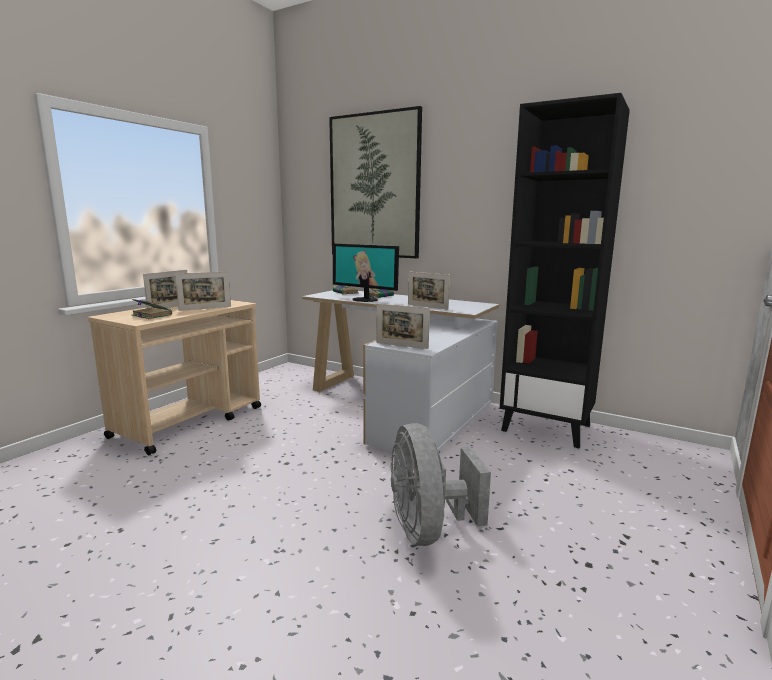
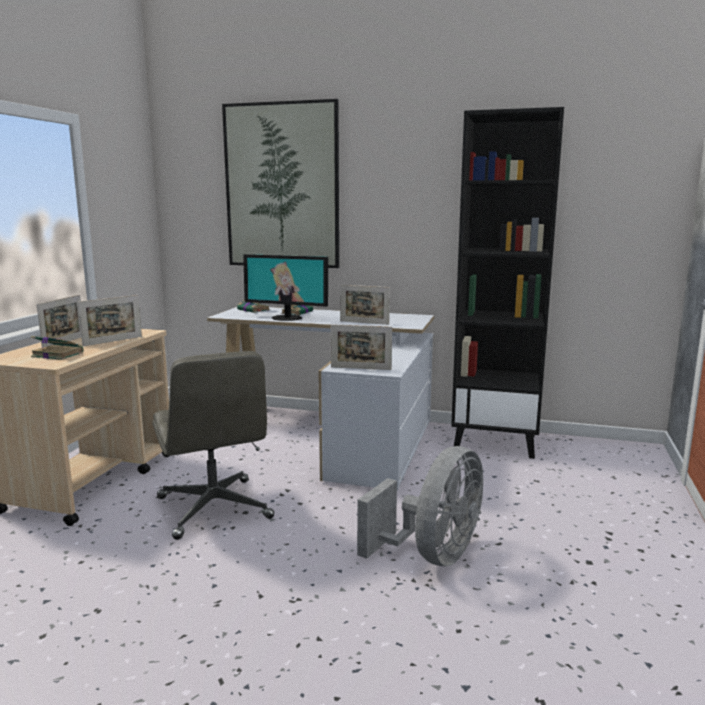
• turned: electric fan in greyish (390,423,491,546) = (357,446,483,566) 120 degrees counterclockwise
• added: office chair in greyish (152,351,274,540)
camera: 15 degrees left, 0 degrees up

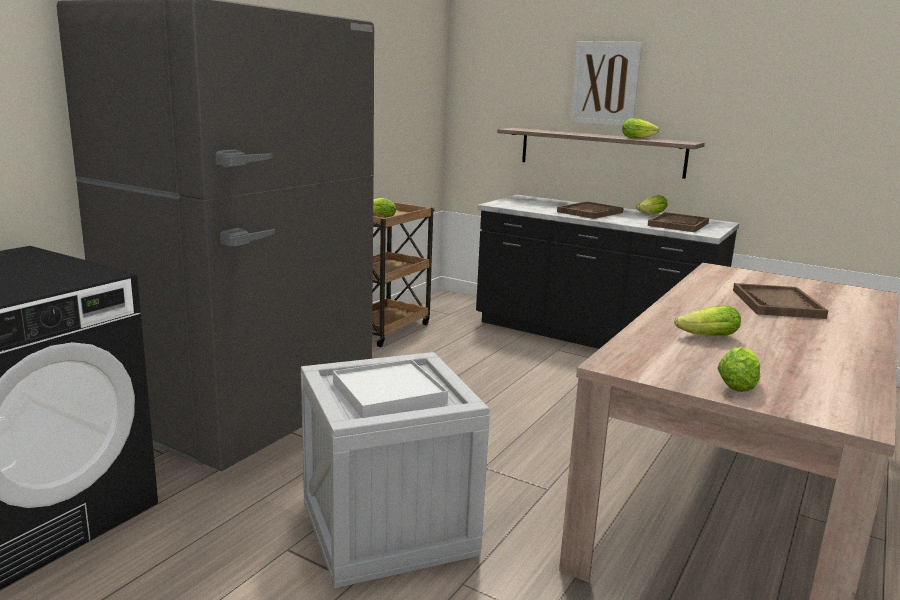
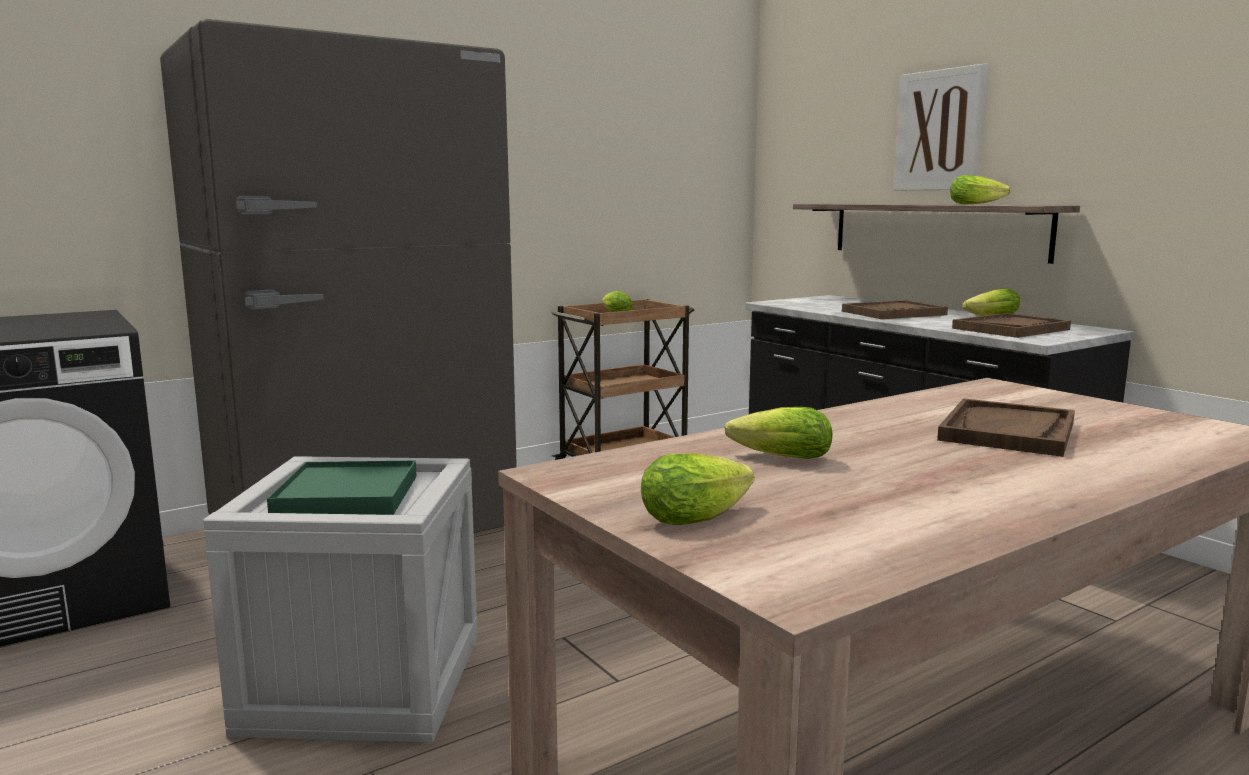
• recoloured: serving tray in white-coloured (333,359,448,418) to serving tray in greenish (267,461,417,515)
camera: 25 degrees right, 5 degrees down

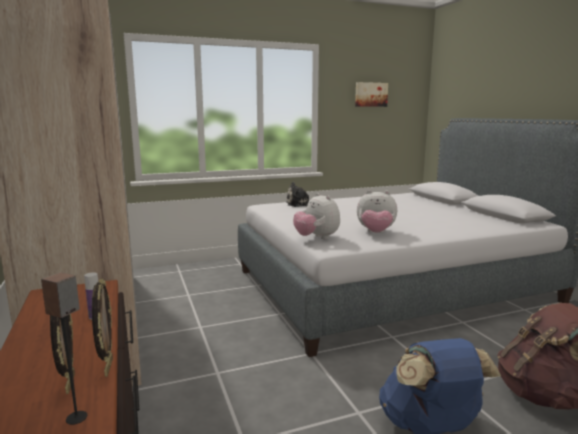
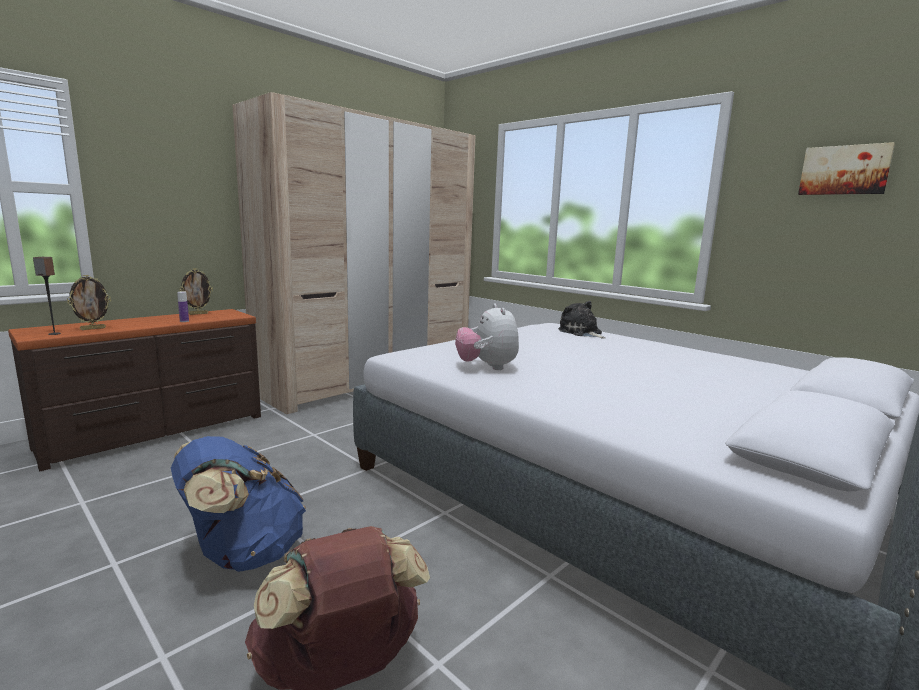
• removed: soft toy (293,193,340,240)
• moved: photo frame (92,278,113,377) to (180,268,213,315)
camera: 65 degrees right, 0 degrees up

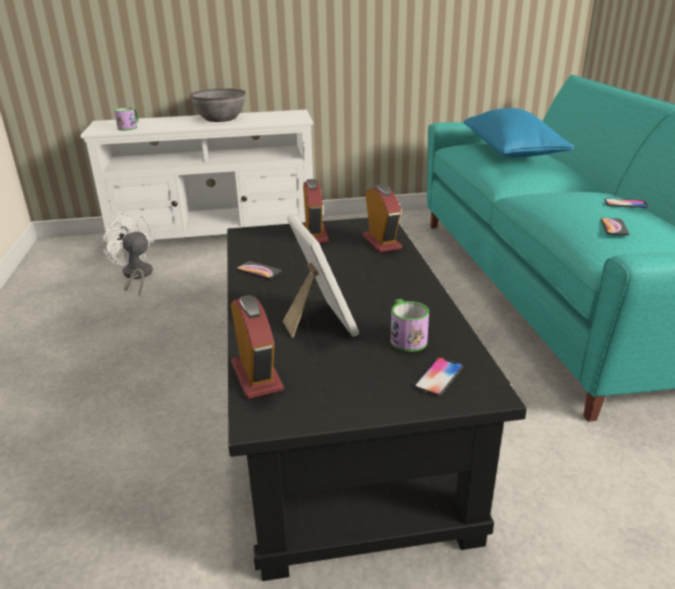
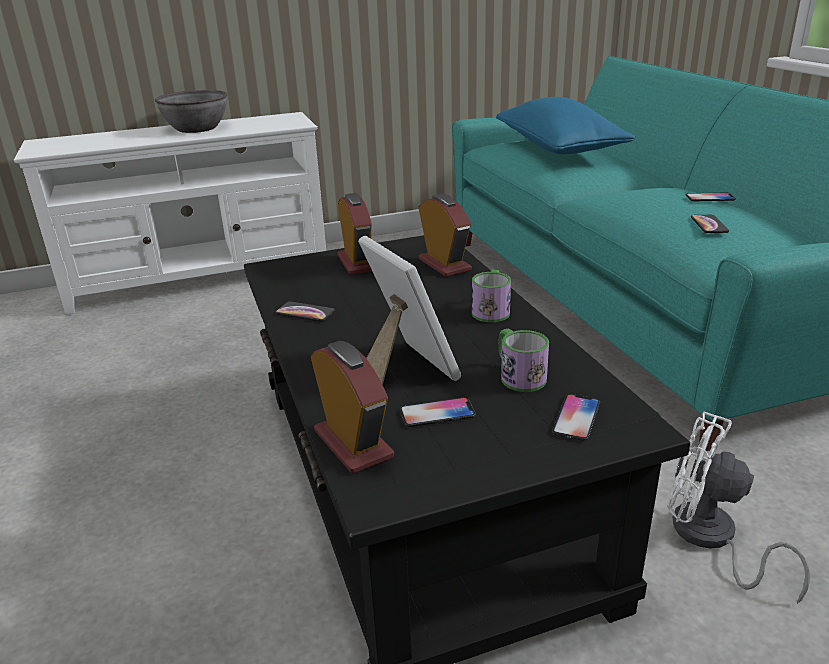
• moved: mug (114,107,139,131) to (472,270,511,322)
• moved: electric fan in white-coloured (103,212,154,297) to (668,412,810,604)
• added: phone (400,397,476,427)
camera: 10 degrees left, 0 degrees up

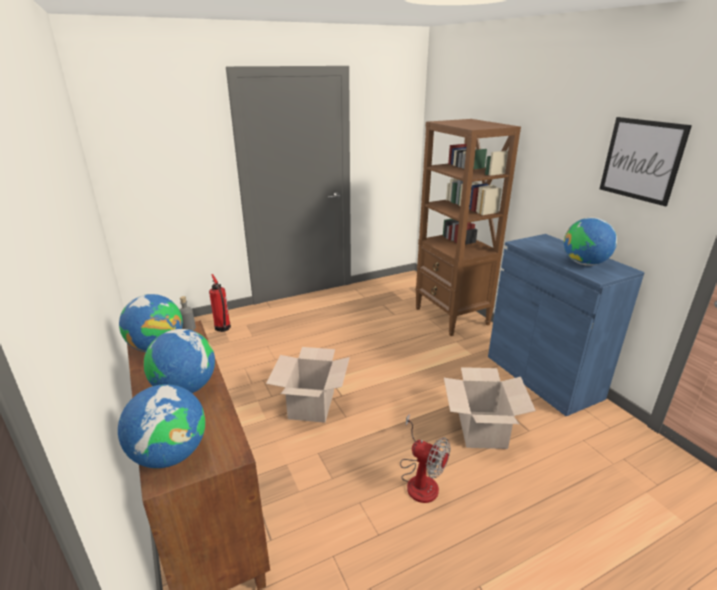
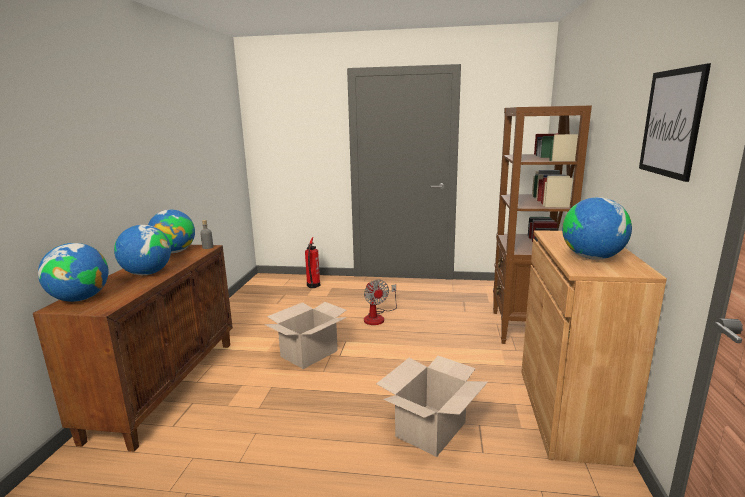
• recoloured: cabinet in blue-coloured (488,234,645,416) to cabinet in brownish (521,230,667,467)
• moved: electric fan (400,413,450,503) to (364,279,397,325)
camera: 35 degrees right, 10 degrees down

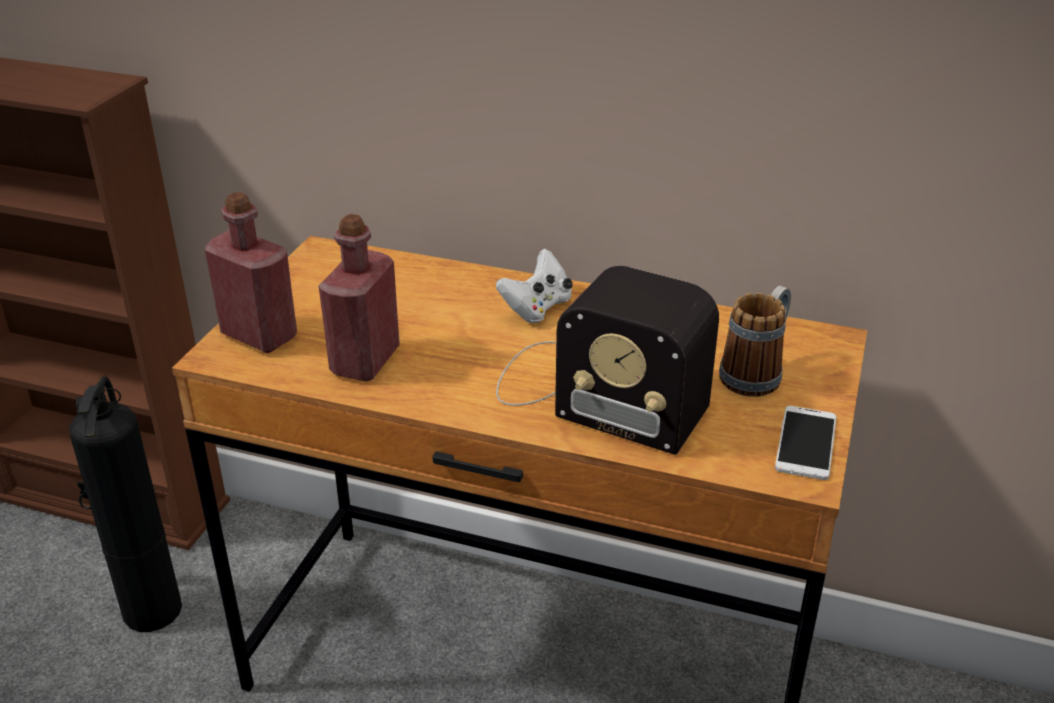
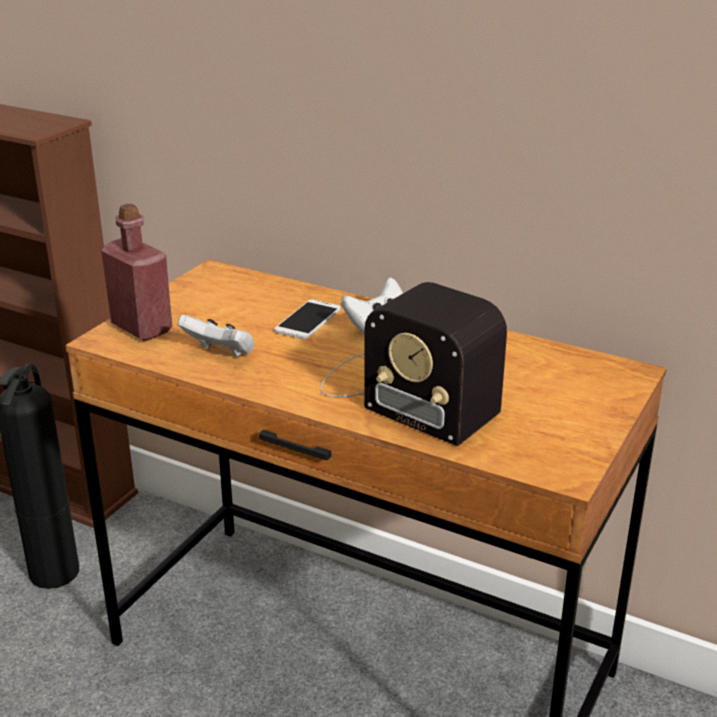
• replaced: drink bottle in red-coloured (319,214,400,381) to joypad in white-coloured (178,315,255,357)
• removed: mug (719,286,791,397)
• moved: phone (775,406,836,480) to (274,299,341,339)
camera: 10 degrees right, 5 degrees down

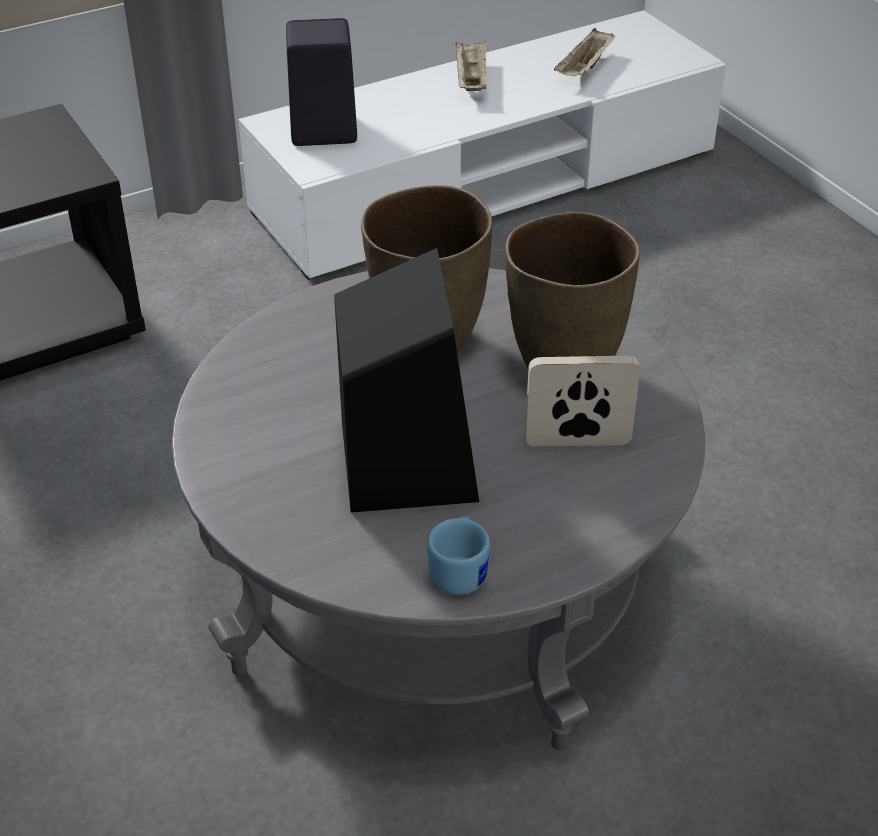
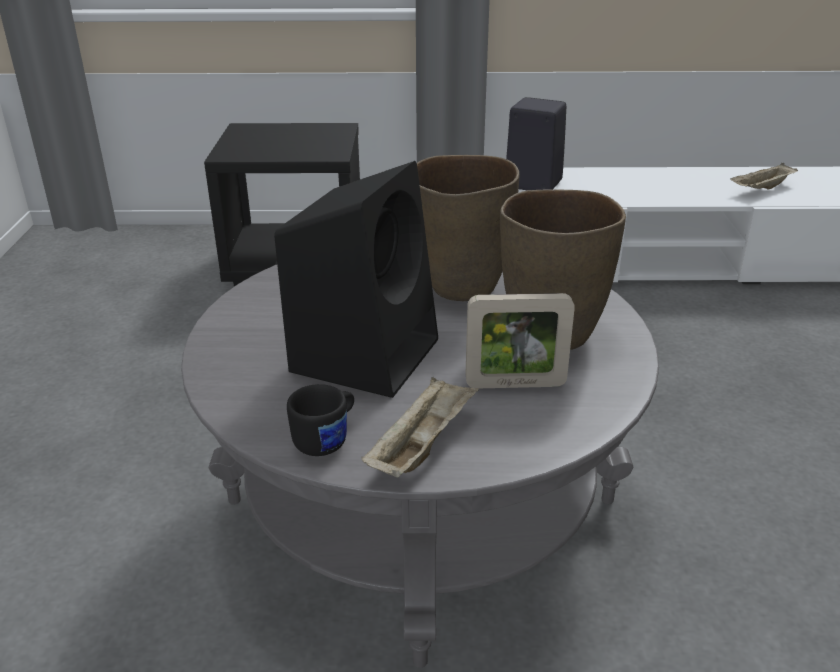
• moved: serving tray in beige-coloured (456,40,487,91) to (362,376,479,478)
• turned: photo frame (525,356,640,447) = (465,293,575,389) 150 degrees clockwise
• recoloured: mug in blue-coloured (427,516,490,595) to mug in black (287,384,354,456)
camera: 30 degrees right, 10 degrees down

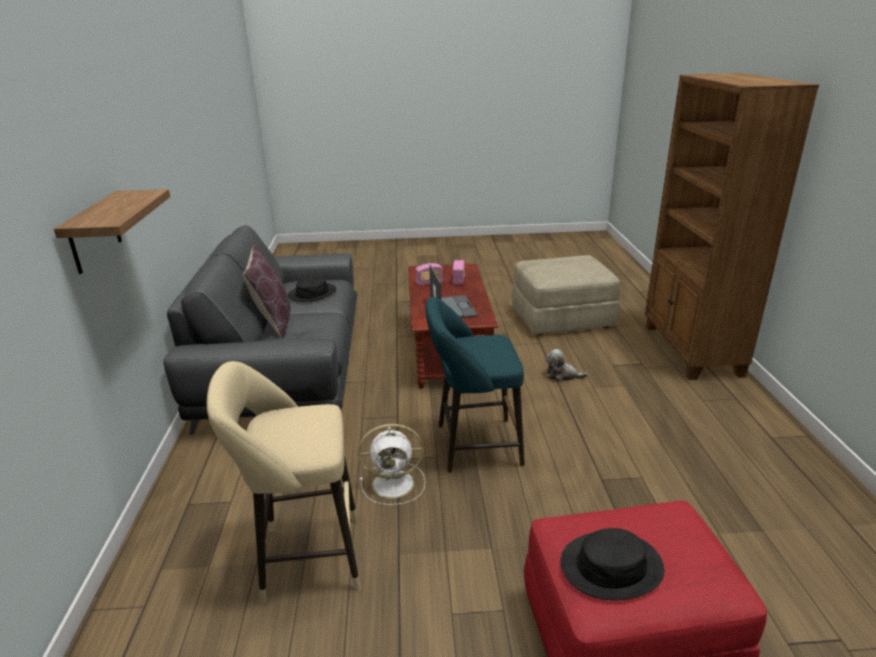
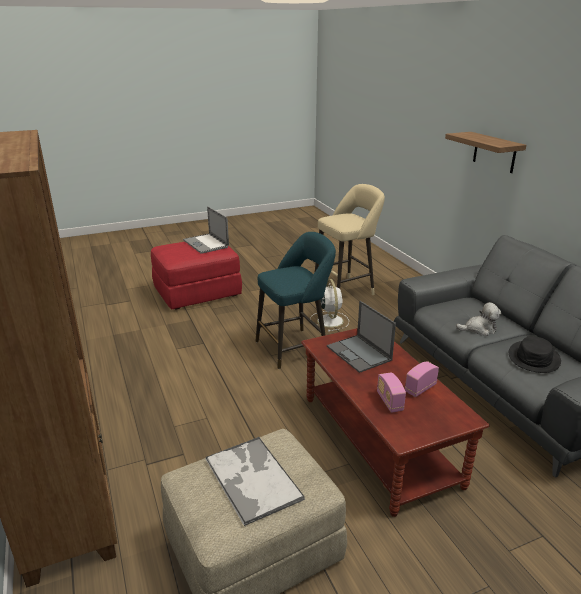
• removed: throw pillow in brownish (243,245,291,339)
• moved: soft toy (545,349,588,382) to (456,302,502,336)
• turned: electric fan in white-coloured (358,424,425,505) = (310,279,349,332) 105 degrees clockwise
• replaced: hat in black (561,528,664,600) to laptop (183,206,229,254)
• added: serving tray (205,437,305,526)
camera: 160 degrees right, 0 degrees up

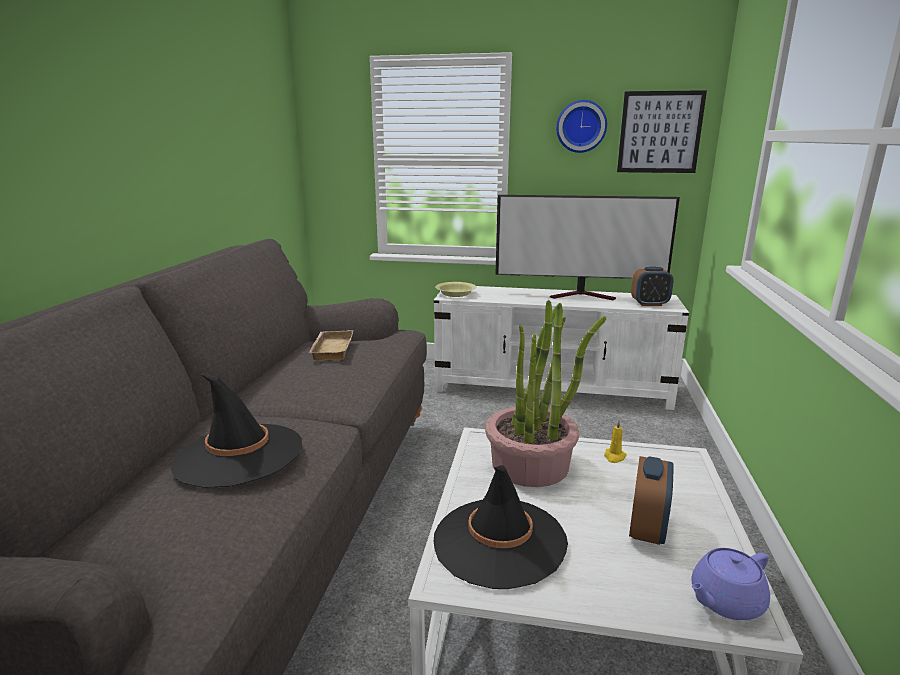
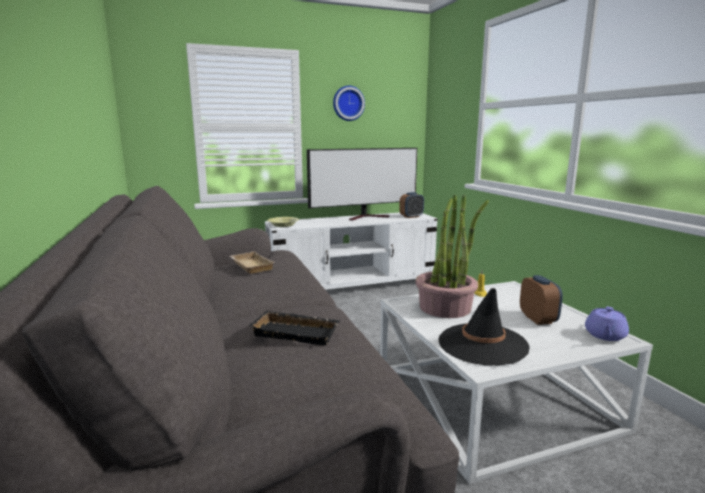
• removed: wall art (617,90,707,173)
• replaced: hat in black (170,375,302,488) to serving tray in black (248,311,340,345)
camera: 30 degrees left, 5 degrees down

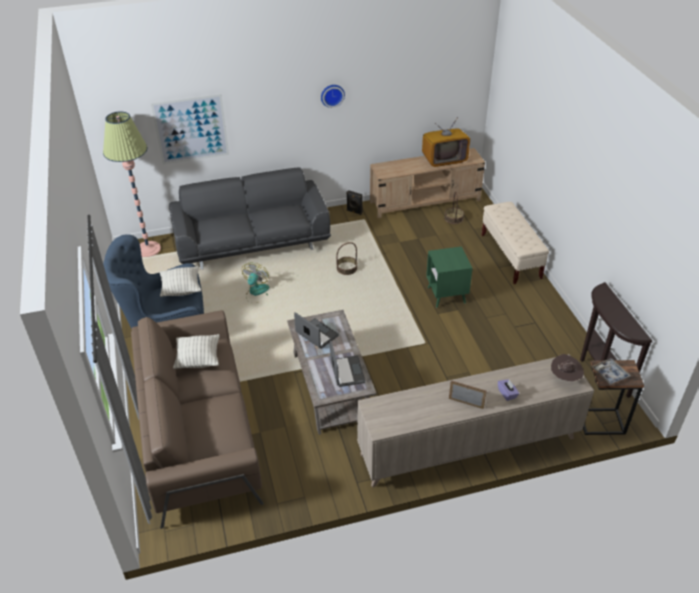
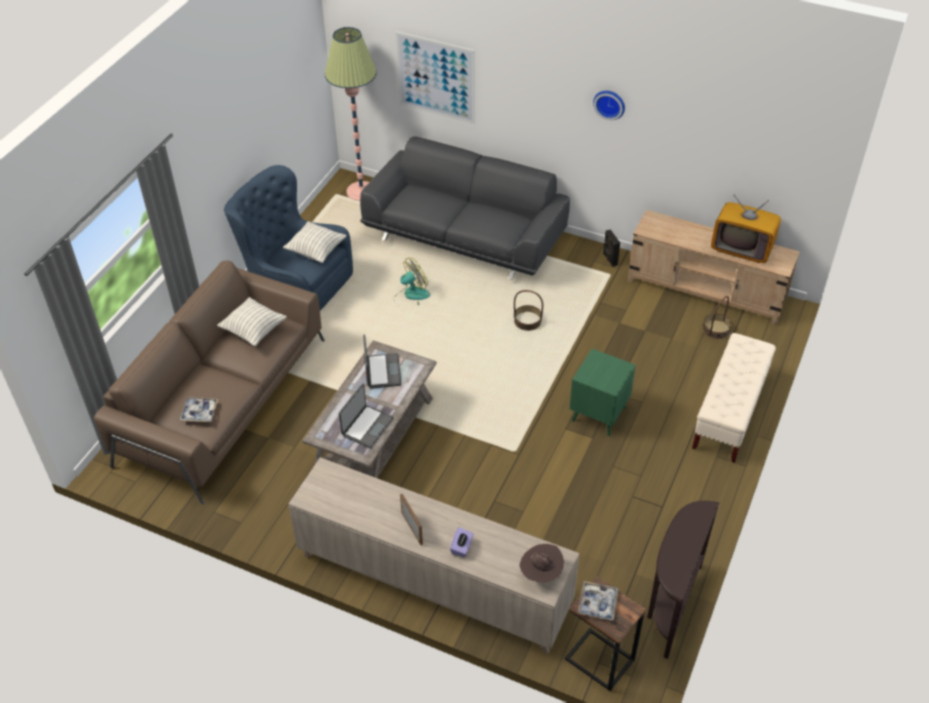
• added: serving tray (180,397,218,422)
camera: 40 degrees right, 5 degrees up

